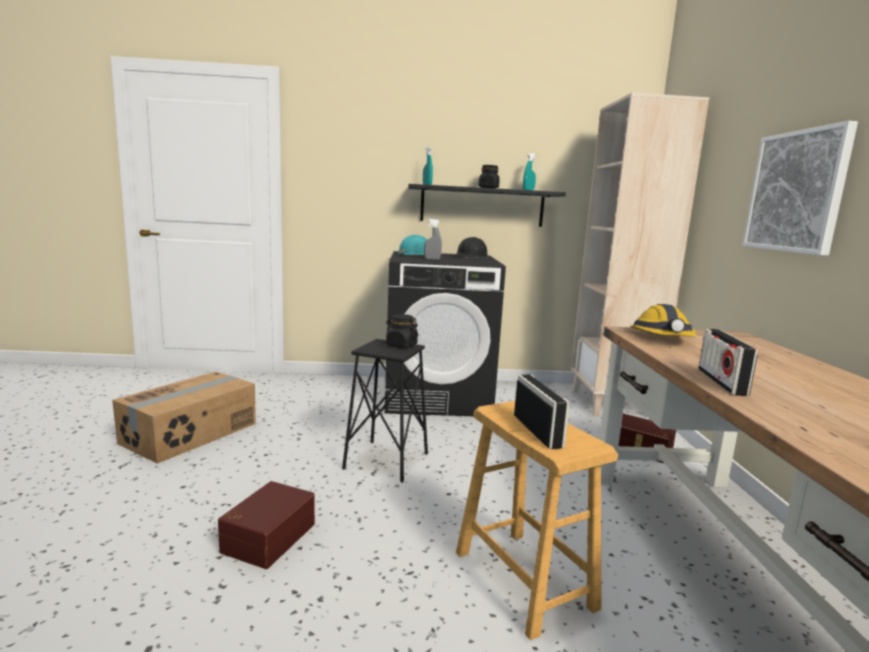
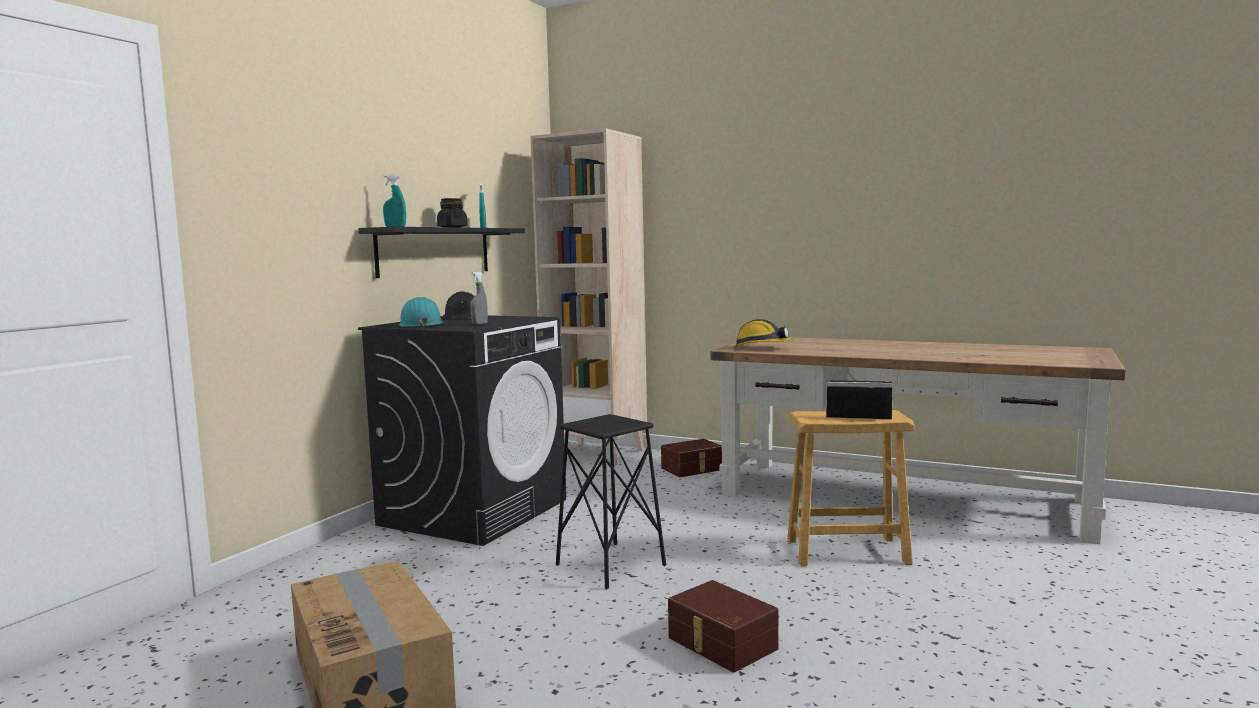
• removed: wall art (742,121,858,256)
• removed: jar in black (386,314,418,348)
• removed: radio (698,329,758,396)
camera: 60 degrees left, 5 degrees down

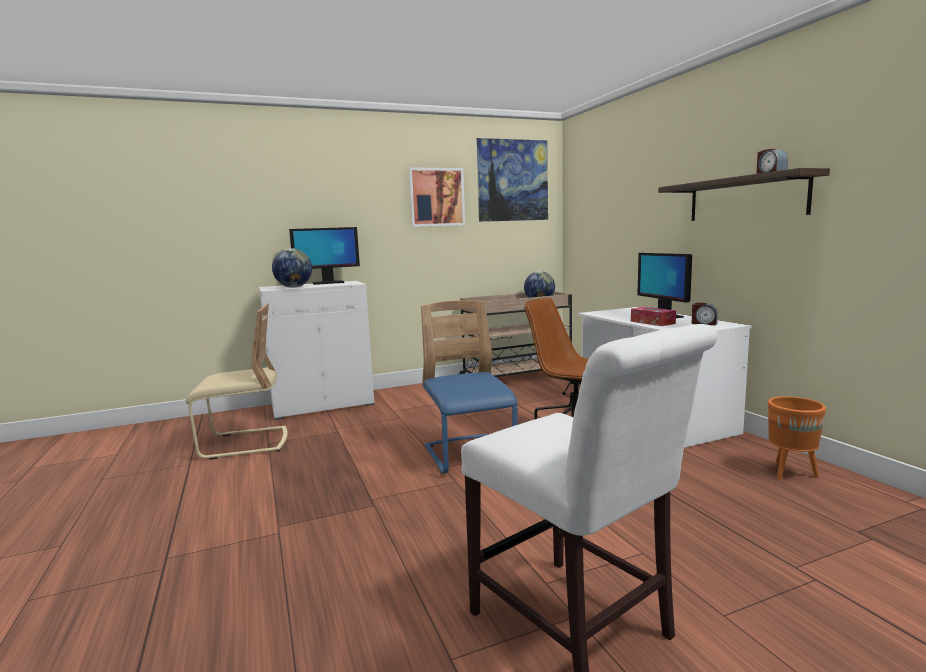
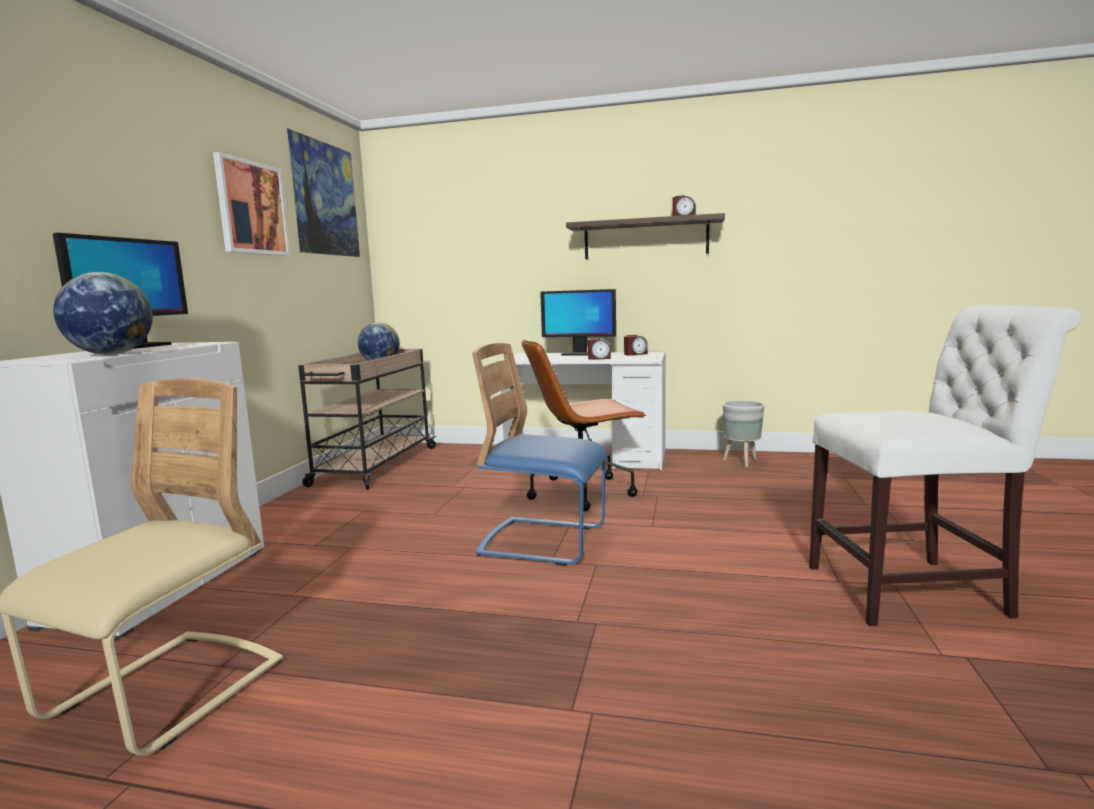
• replaced: box of tissues (631,307,676,326) to table clock (588,338,611,359)
• recoloured: planter in orange (768,396,826,480) to planter in greyish (723,401,765,468)
camera: 55 degrees left, 0 degrees up

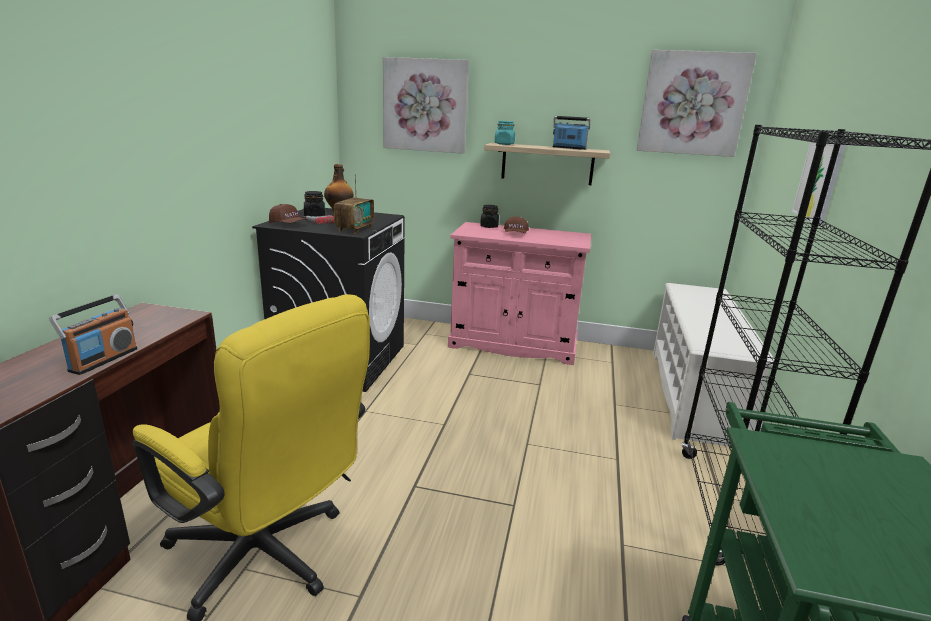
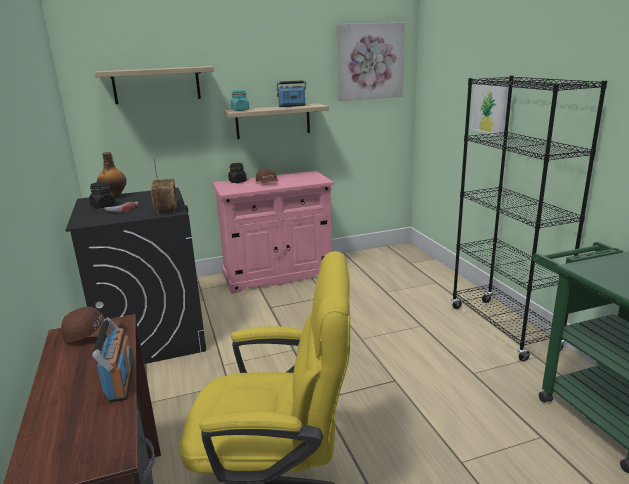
• replaced: wall art (383,57,469,154) to bracket shelf (95,66,214,104)
• moved: peaked cap in brownish (269,204,307,223) to (61,307,122,343)
• removed: shoe stand in white-coloured (653,283,774,447)
camera: 30 degrees left, 0 degrees up

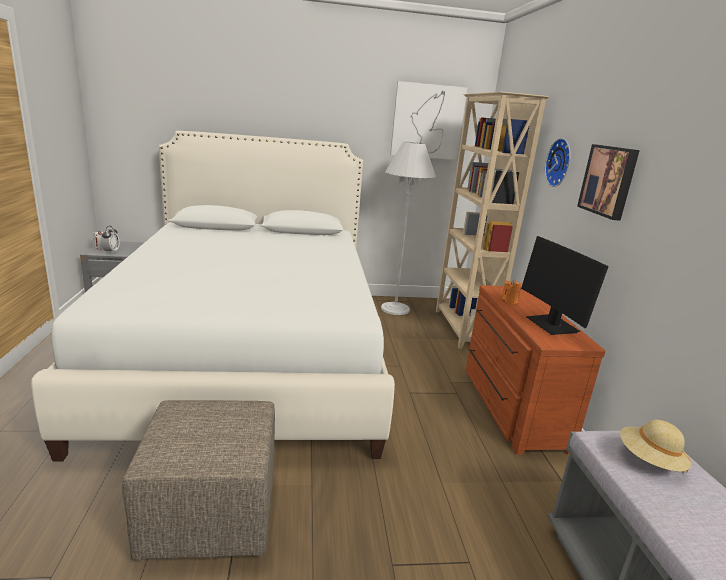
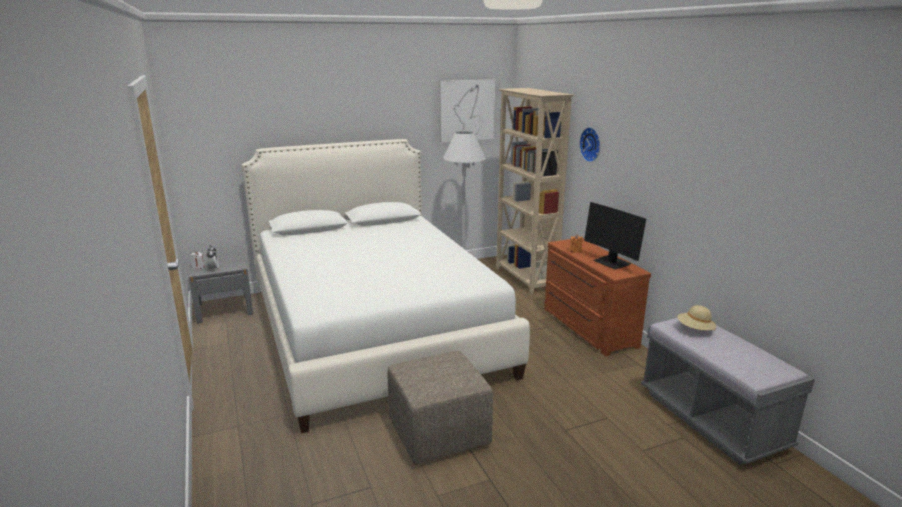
• removed: wall art (577,144,640,221)
camera: 15 degrees left, 0 degrees up

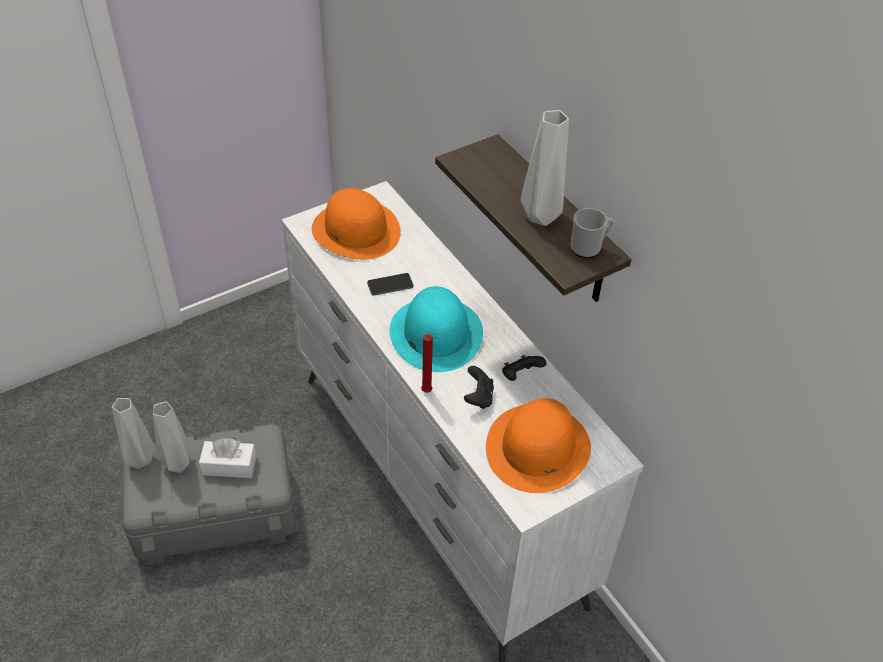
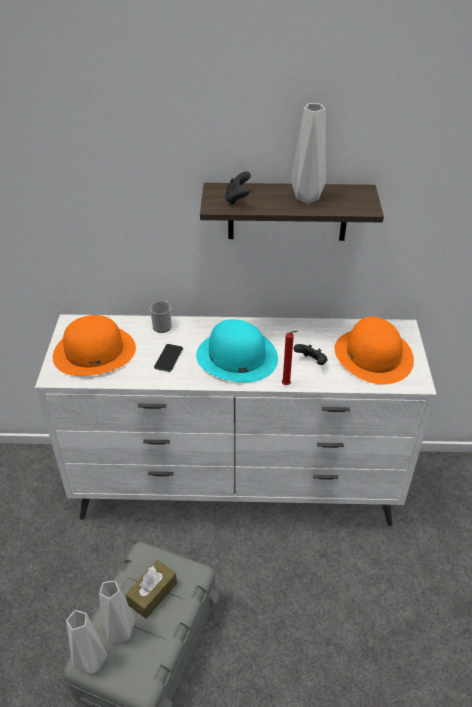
• moved: mug (570,208,614,258) to (149,301,172,333)
• moved: joypad in black (502,355,547,381) to (225,171,251,205)
• recoloured: box of tissues in white-coloured (199,438,257,478) to box of tissues in brownish (125,560,177,619)
camera: 55 degrees left, 5 degrees down

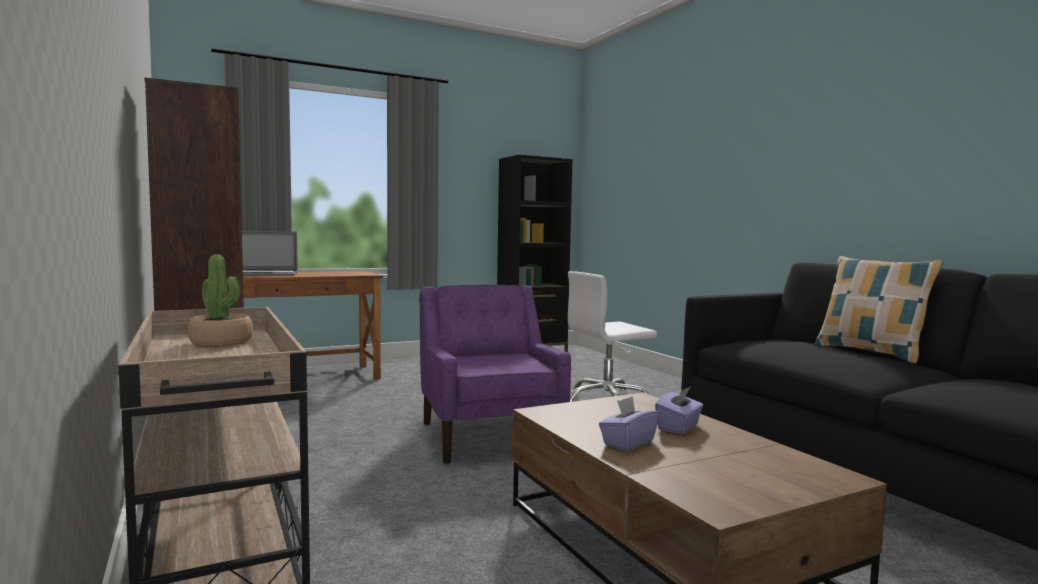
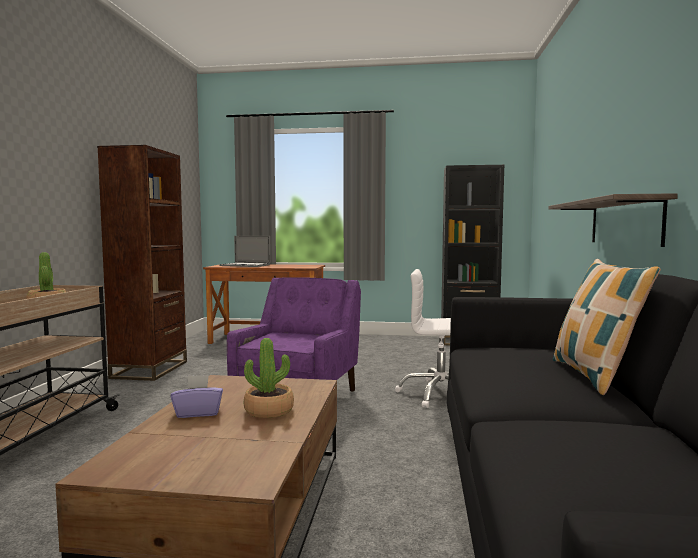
• replaced: box of tissues in purplish (655,386,703,434) to potted plant (244,338,294,418)
• added: bracket shelf (548,193,678,247)
camera: 35 degrees right, 0 degrees up

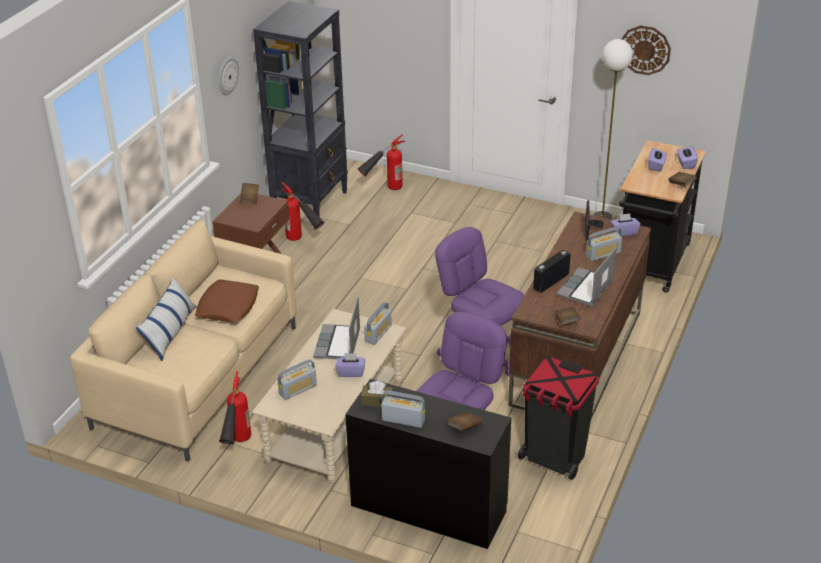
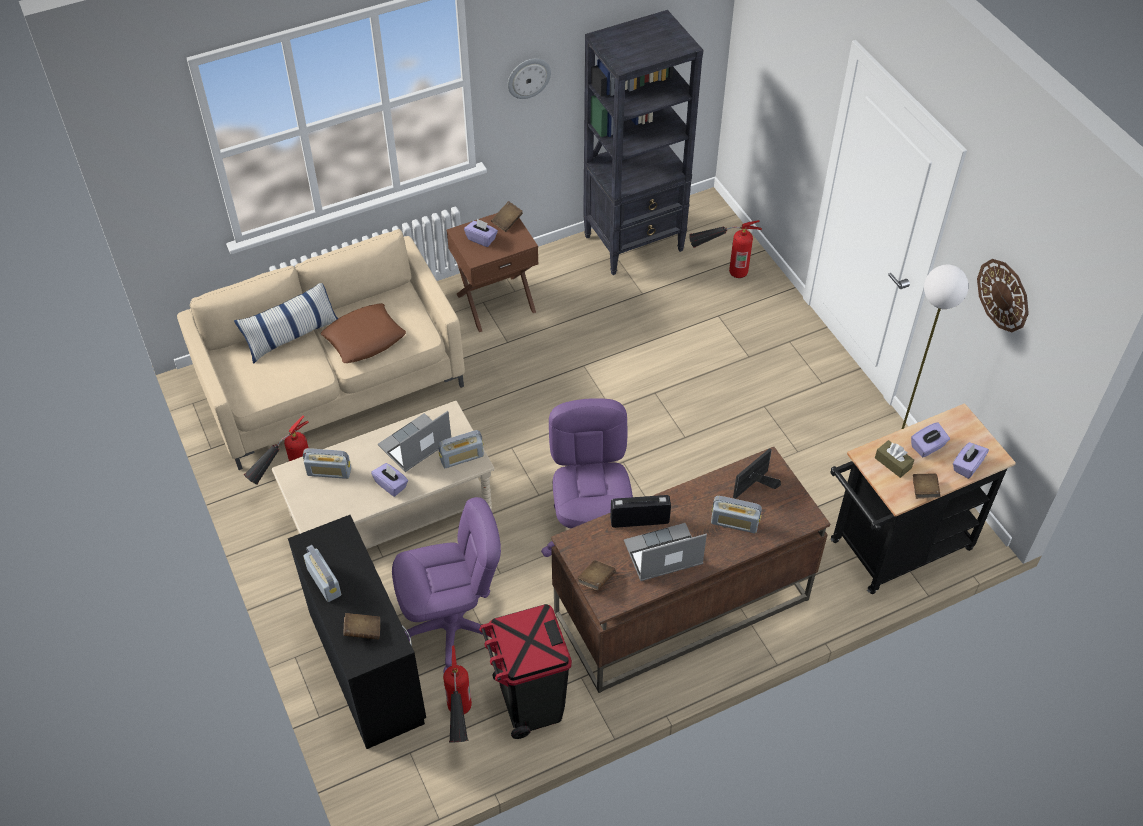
• moved: fire extinguisher (281,182,324,241) to (443,645,472,742)
• moved: box of tissues in purplish (610,213,641,236) to (464,219,498,247)
• moved: box of tissues in brownish (361,381,393,407) to (875,440,914,478)
camera: 40 degrees right, 15 degrees up

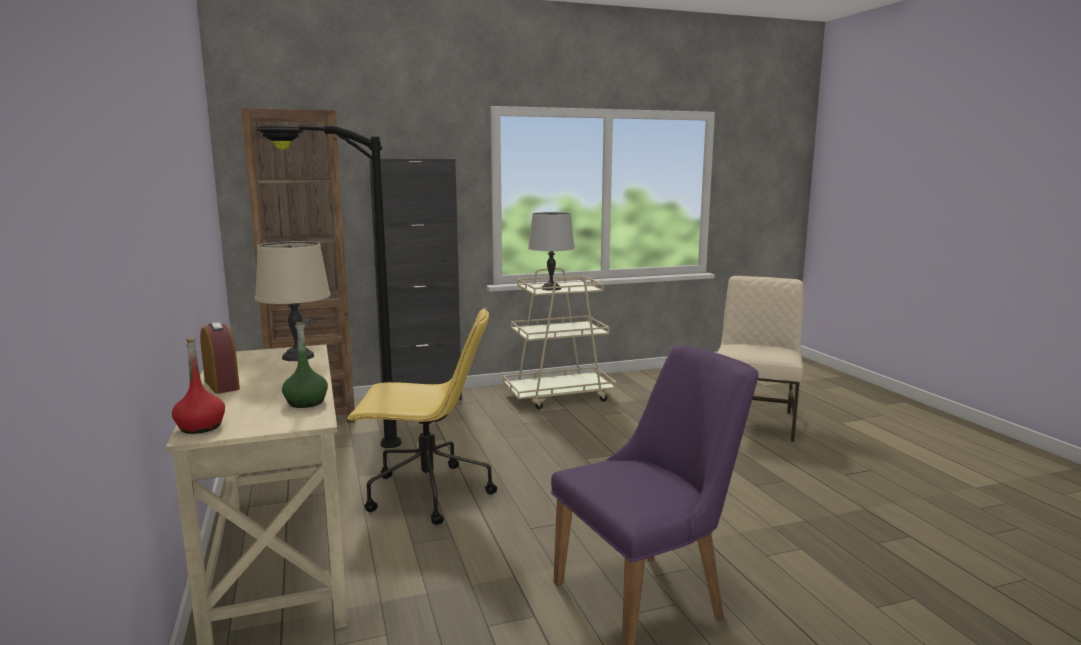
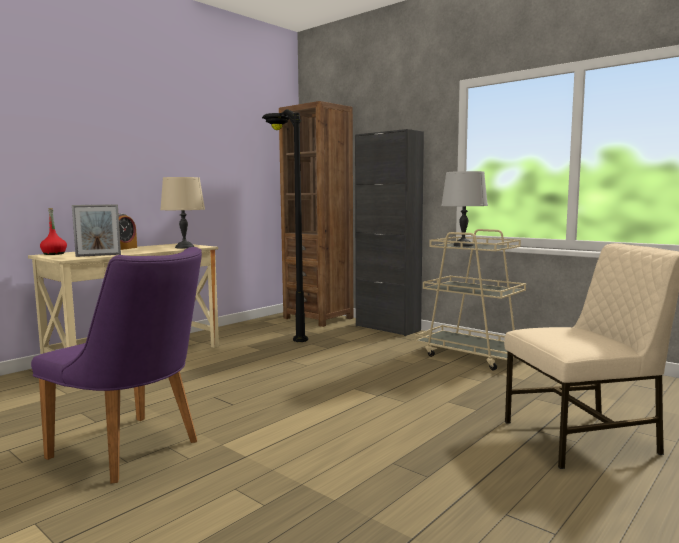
• removed: office chair in yellowish (347,307,497,525)
• replaced: drink bottle in greenish (282,322,328,408) to photo frame (72,204,121,257)
camera: 60 degrees right, 5 degrees down

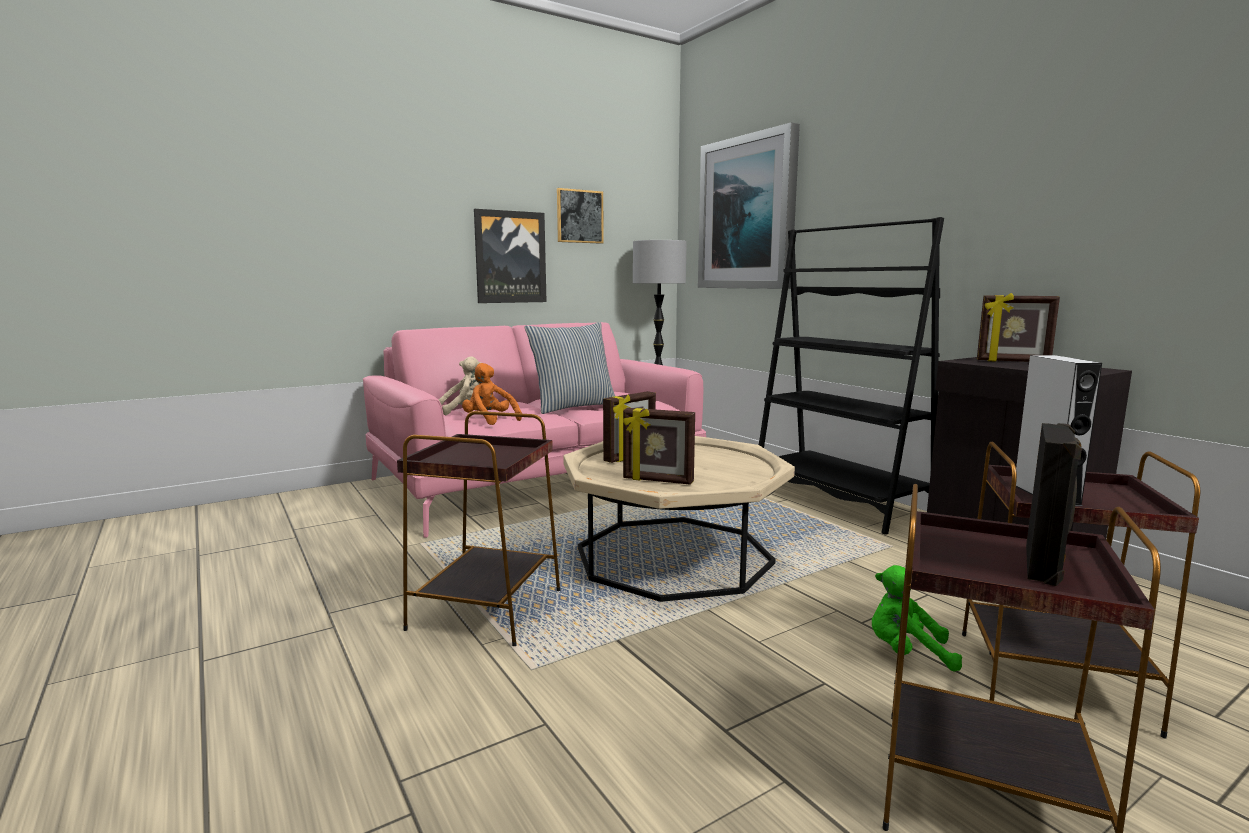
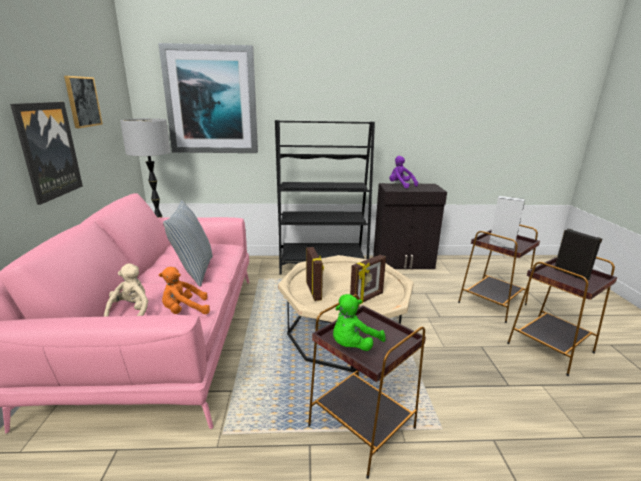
• replaced: photo frame (977,293,1060,362) to soft toy in purplish (390,156,418,188)
• moved: soft toy in greenish (872,565,962,671) to (333,294,385,351)
camera: 60 degrees left, 10 degrees up

